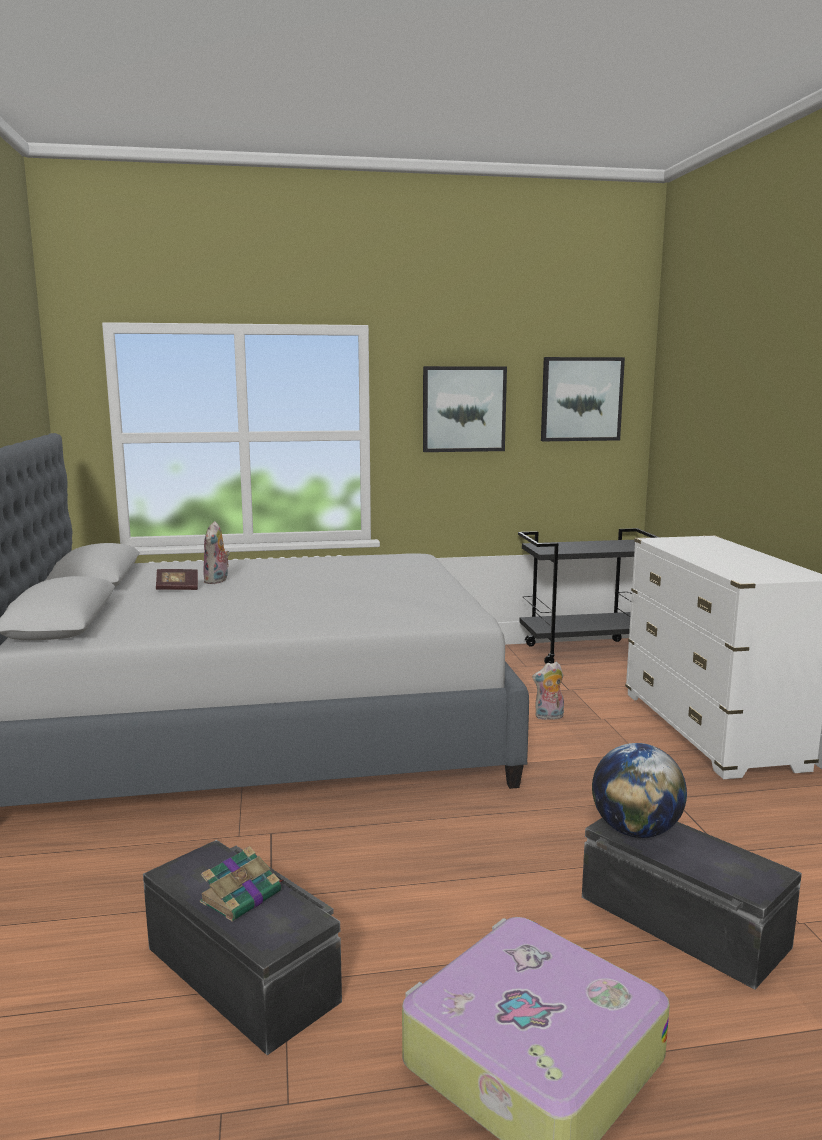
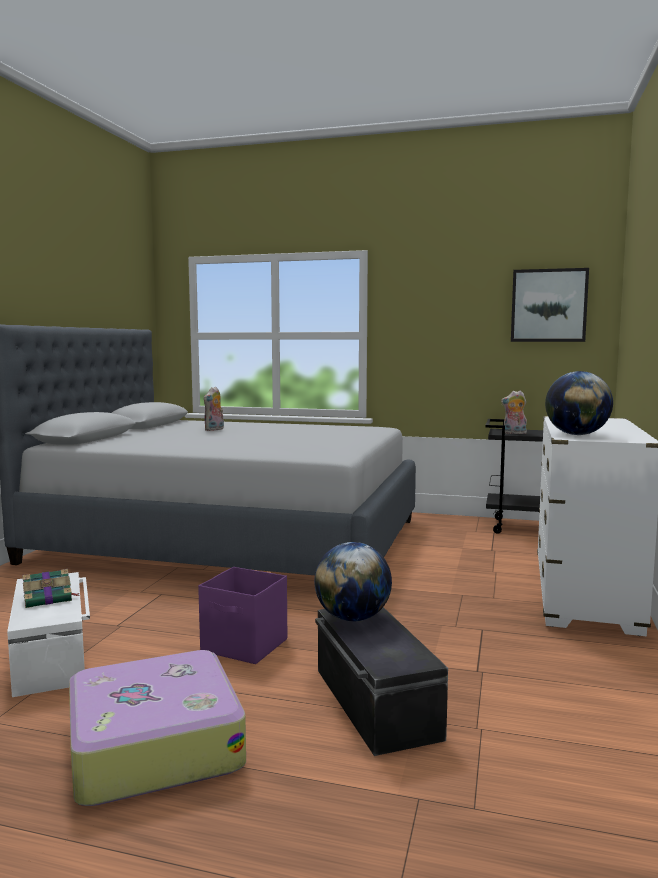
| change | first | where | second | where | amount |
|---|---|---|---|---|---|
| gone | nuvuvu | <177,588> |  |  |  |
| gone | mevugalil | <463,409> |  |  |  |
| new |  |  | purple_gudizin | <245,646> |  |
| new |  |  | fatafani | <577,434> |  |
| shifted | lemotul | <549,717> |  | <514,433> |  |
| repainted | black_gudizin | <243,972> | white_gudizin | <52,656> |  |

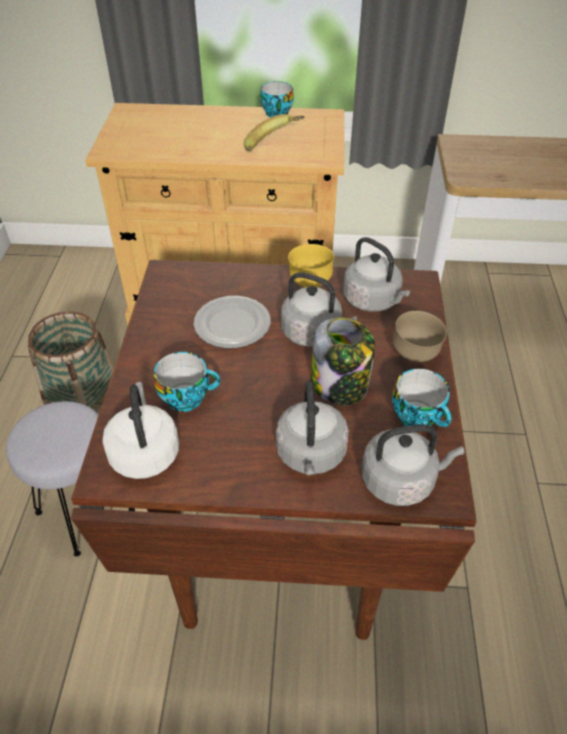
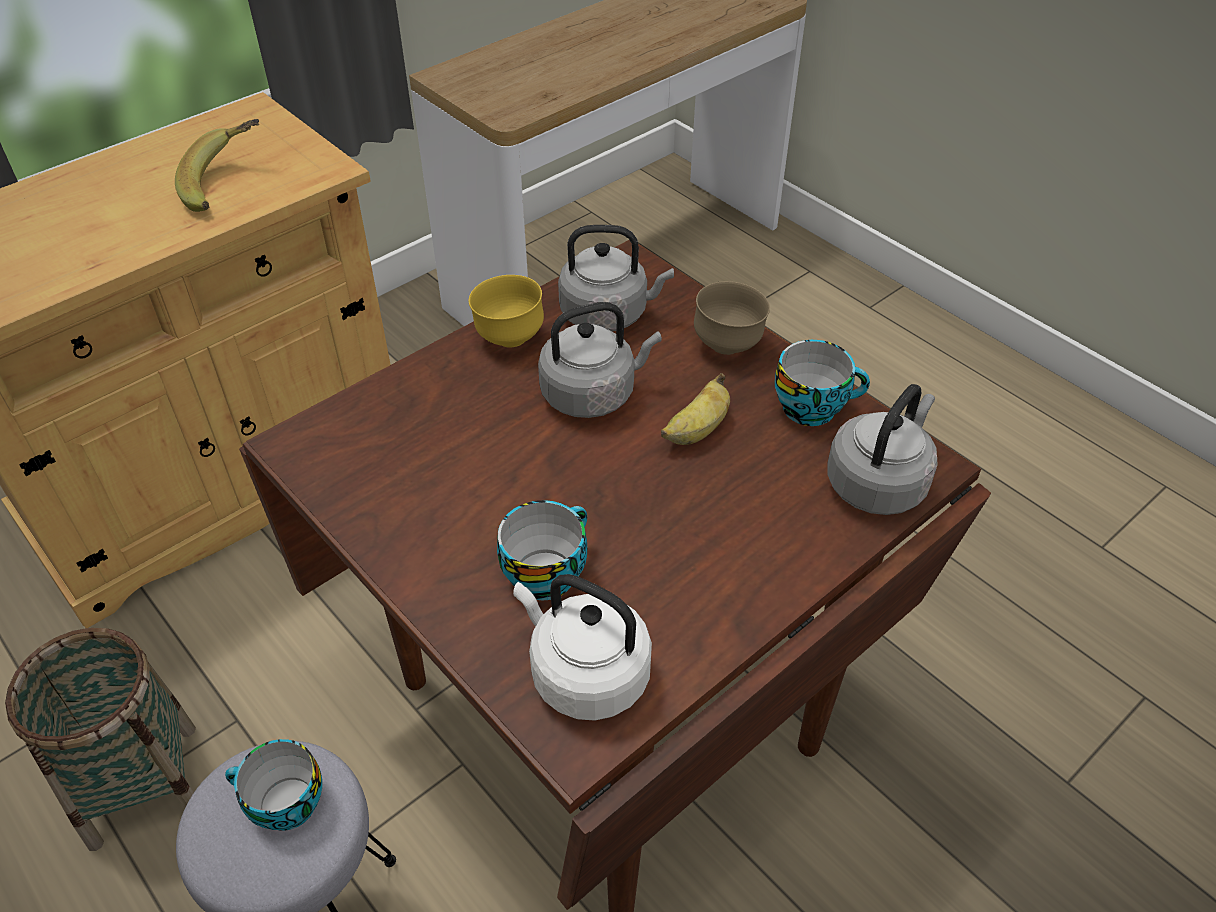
| change | first | where | second | where | amount |
|---|---|---|---|---|---|
| gone | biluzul | <231,325> |  |  |  |
| gone | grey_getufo | <311,455> |  |  |  |
| shifted | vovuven | <275,113> |  | <283,805> |  |
| swapped | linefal | <340,385> | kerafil | <696,431> |  |

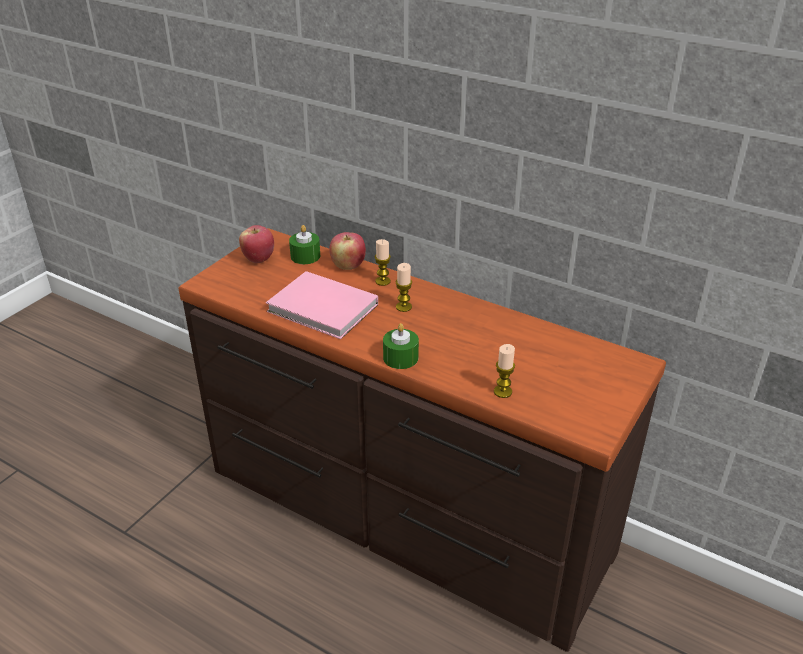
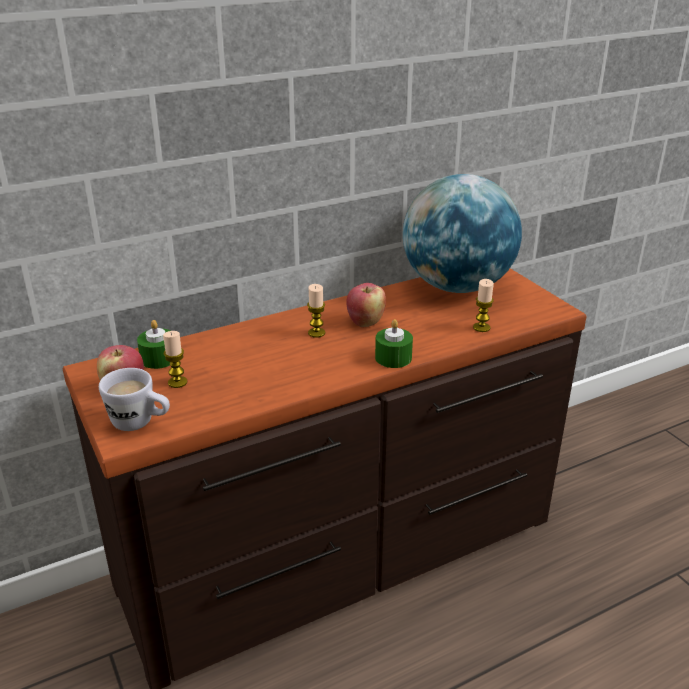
| change | first | where | second | where | amount |
|---|---|---|---|---|---|
| gone | pink_nuvuvu | <324,310> |  |  |  |
| new |  |  | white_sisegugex | <140,423> |  |
| new |  |  | fatafani | <457,286> |  |
| shifted | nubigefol | <348,266> |  | <365,322> |  |
| shifted | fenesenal | <382,281> |  | <177,382> |  |

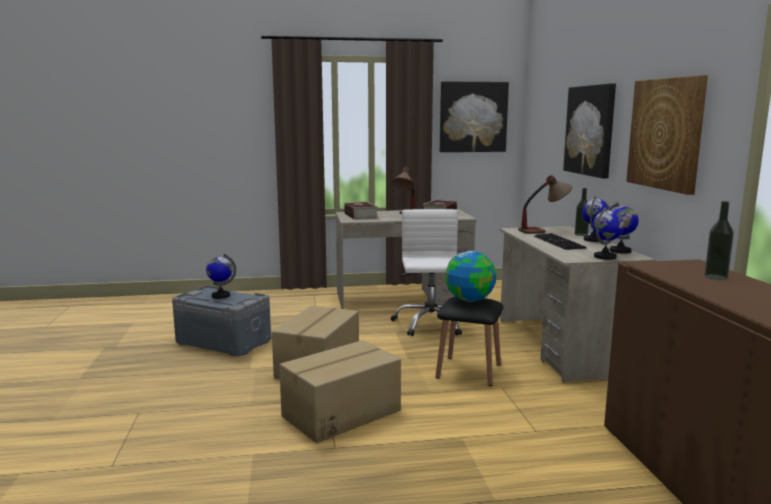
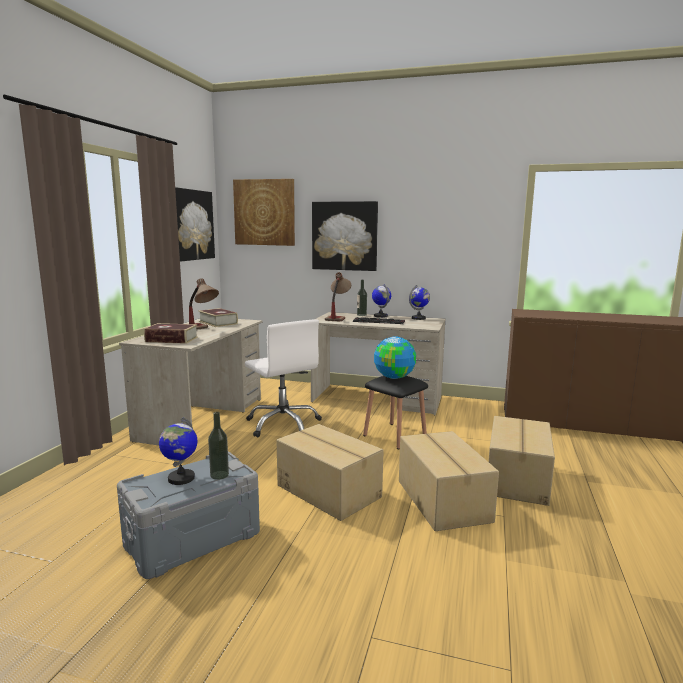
| change | first | where | second | where | amount |
|---|---|---|---|---|---|
| gone | fatafani | <605,257> |  |  |  |
| new |  |  | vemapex | <518,479> |  |
| shifted | mevugalil | <666,134> |  | <264,212> |  |
| shifted | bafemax | <715,277> |  | <219,475> |  |
| rotated | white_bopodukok | <430,324> |  | <283,424> | 150 degrees counterclockwise |

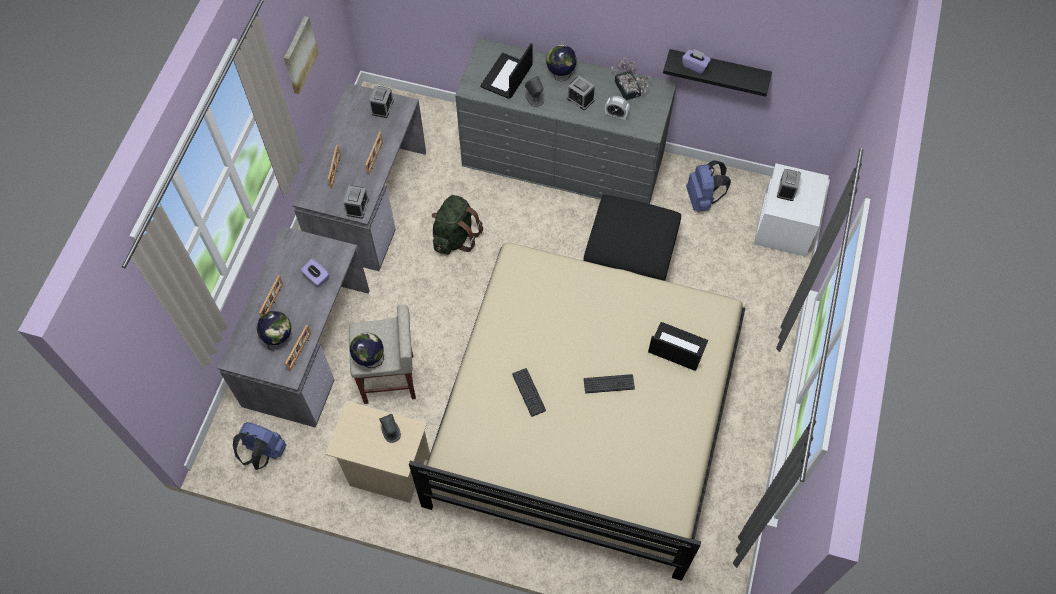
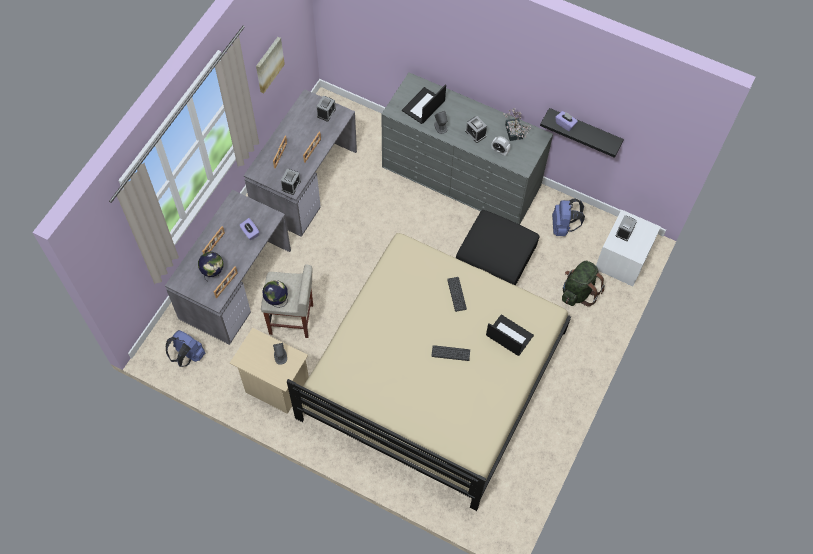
| change | first | where | second | where | amount |
|---|---|---|---|---|---|
| gone | fatafani | <560,75> |  |  |  |
| shifted | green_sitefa | <455,236> |  | <578,292> |  |
| shifted | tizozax | <528,392> |  | <456,294> |  |

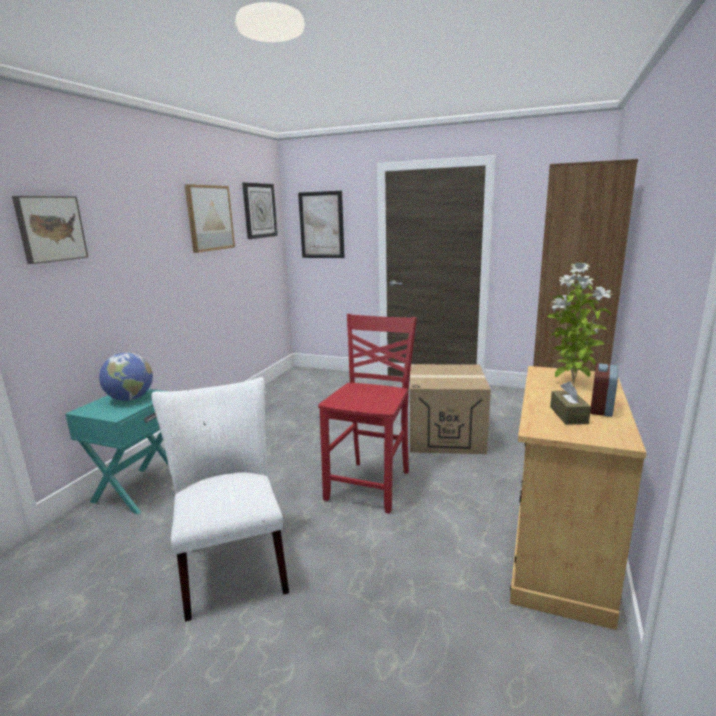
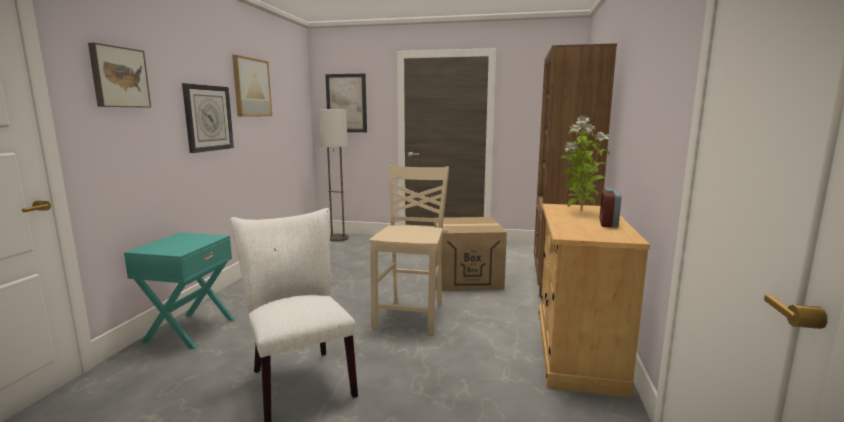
| change | first | where | second | where | amount |
|---|---|---|---|---|---|
| gone | fatafani | <130,399> |  |  |  |
| gone | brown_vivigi | <568,415> |  |  |  |
| new |  |  | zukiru | <338,238> |  |
| shifted | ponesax | <259,210> |  | <208,118> |  |
| repainted | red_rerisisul | <371,485> | beige_rerisisul | <411,315> |  |

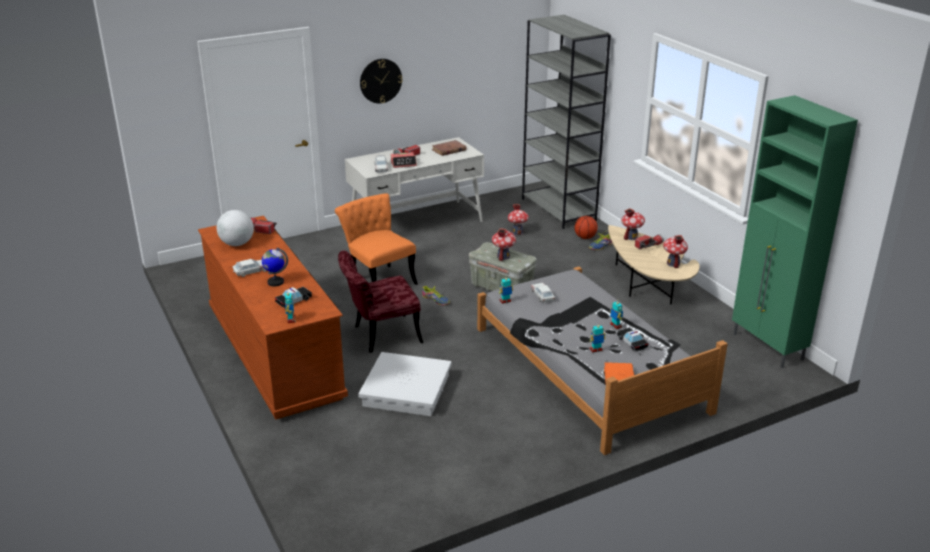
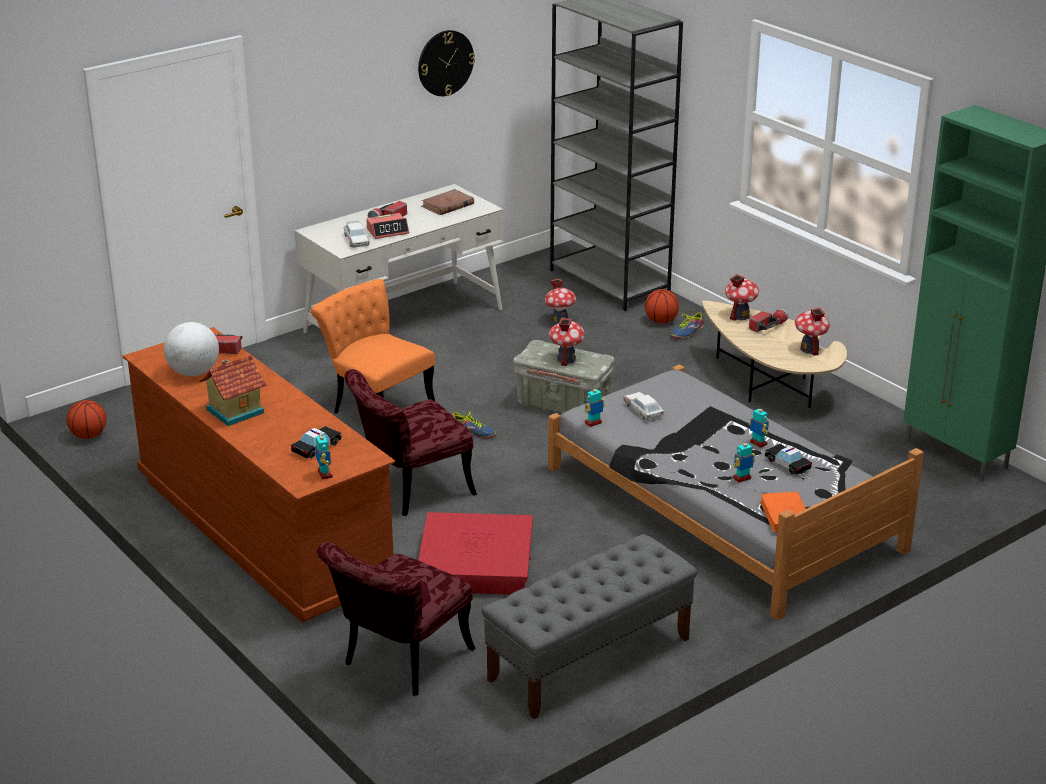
| change | first | where | second | where | amount |
|---|---|---|---|---|---|
| gone | fatafani | <275,282> |  |  |  |
| new |  |  | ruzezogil | <89,436> |  |
| new |  |  | red_rerisisul | <400,663> |  |
| new |  |  | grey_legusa | <589,659> |  |
| shifted | ponesax | <380,80> |  | <445,63> |  |
| swapped | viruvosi | <251,271> | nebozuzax | <234,411> |  |
| repainted | white_gudizin | <406,390> | red_gudizin | <476,564> |  |

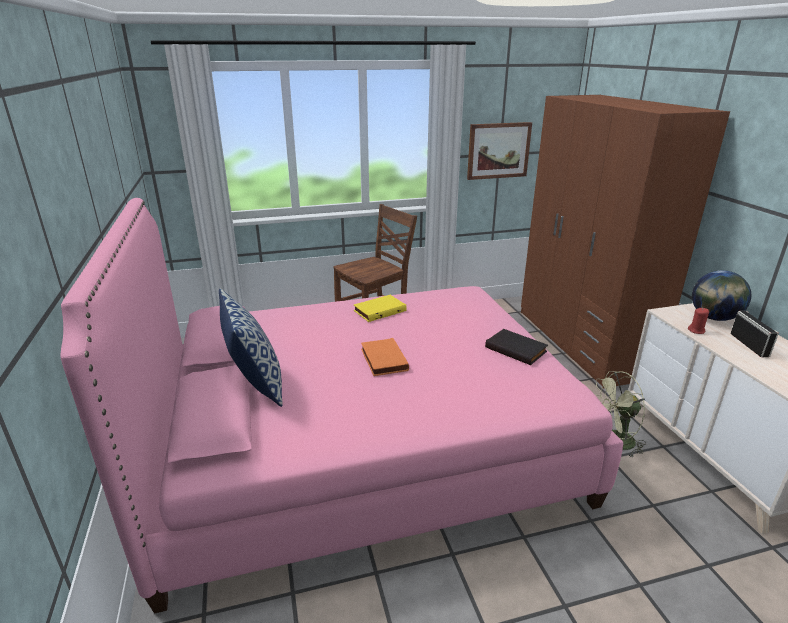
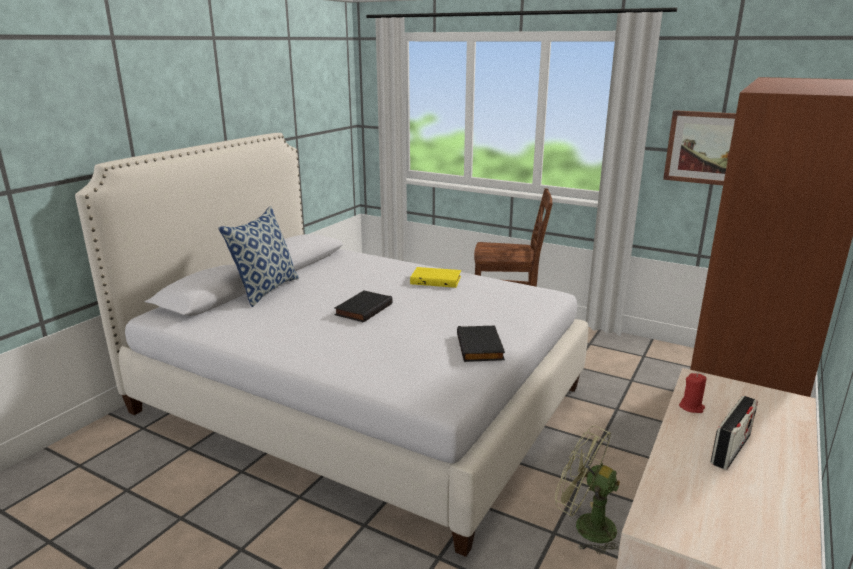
| change | first | where | second | where | amount |
|---|---|---|---|---|---|
| gone | fatafani | <713,318> |  |  |  |
| repainted | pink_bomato | <363,449> | white_bomato | <358,399> |  |
| repainted | orange_nuvuvu | <382,360> | black_nuvuvu | <363,309> |  |

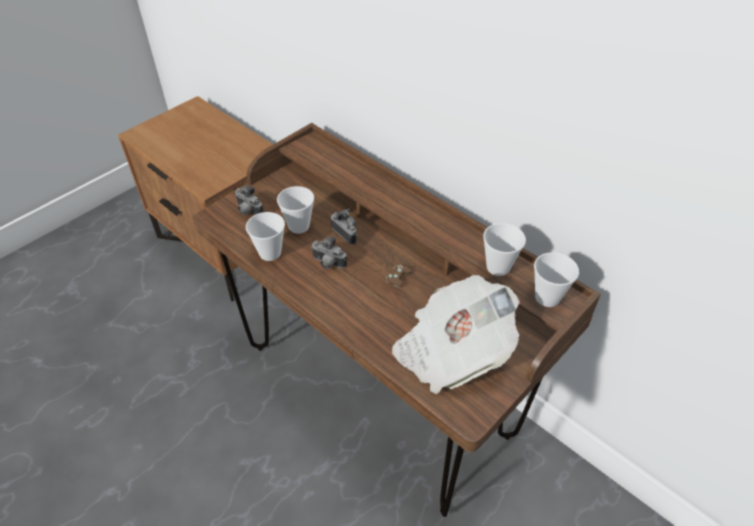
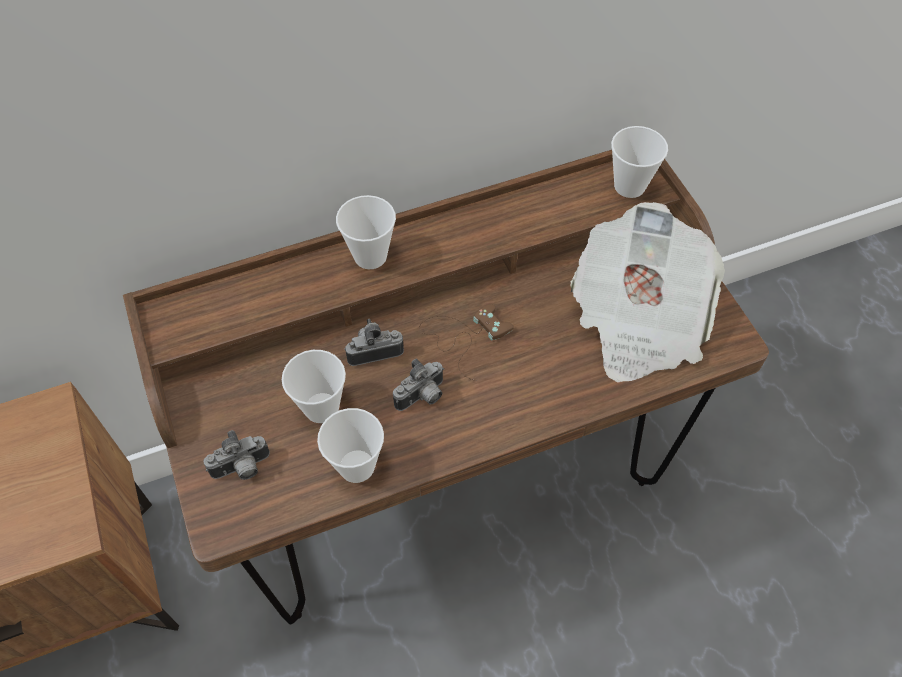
| change | first | where | second | where | amount |
|---|---|---|---|---|---|
| shifted | vovuven | <498,267> |  | <370,256> |  |

